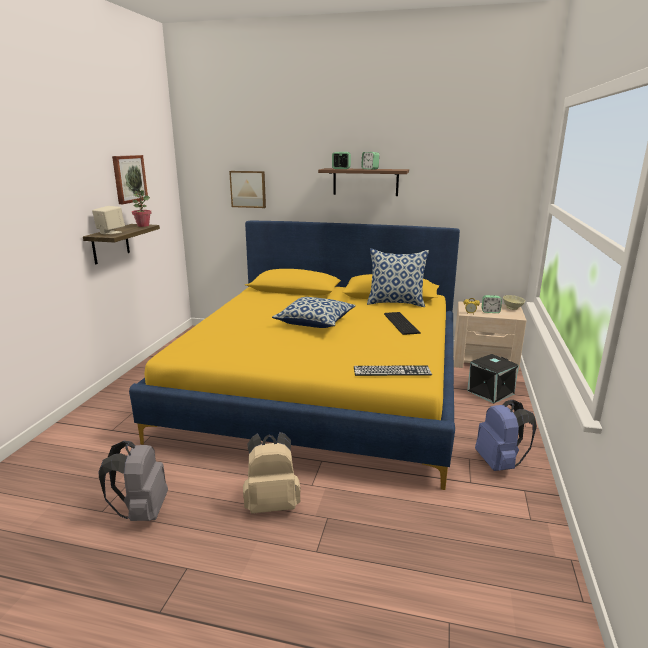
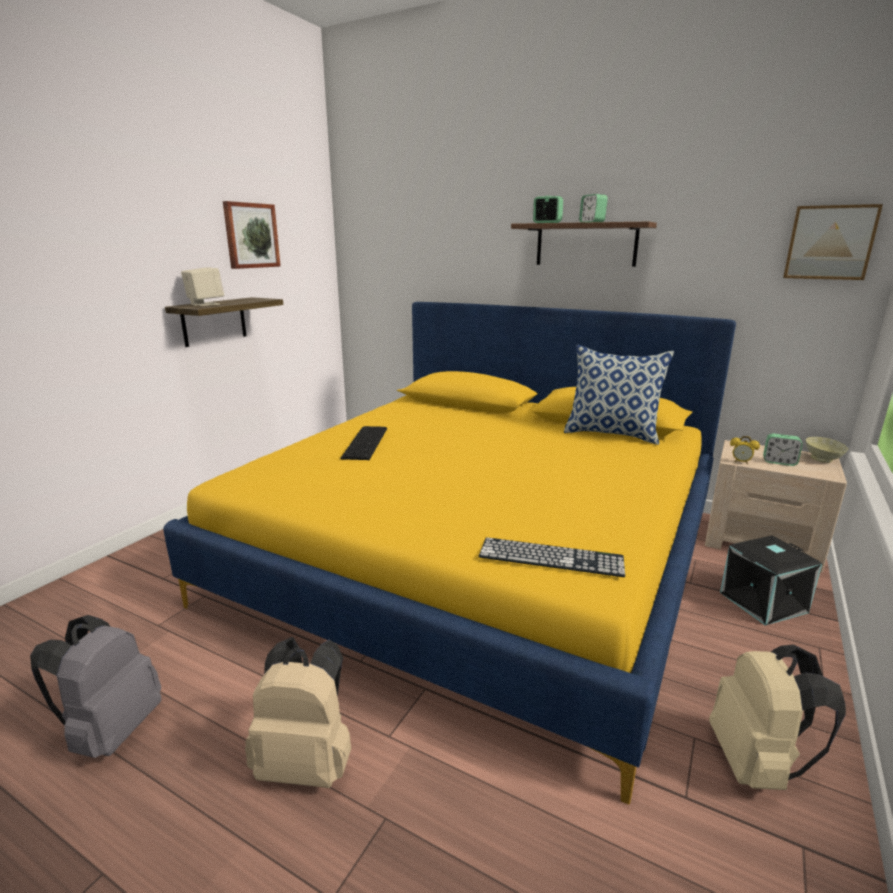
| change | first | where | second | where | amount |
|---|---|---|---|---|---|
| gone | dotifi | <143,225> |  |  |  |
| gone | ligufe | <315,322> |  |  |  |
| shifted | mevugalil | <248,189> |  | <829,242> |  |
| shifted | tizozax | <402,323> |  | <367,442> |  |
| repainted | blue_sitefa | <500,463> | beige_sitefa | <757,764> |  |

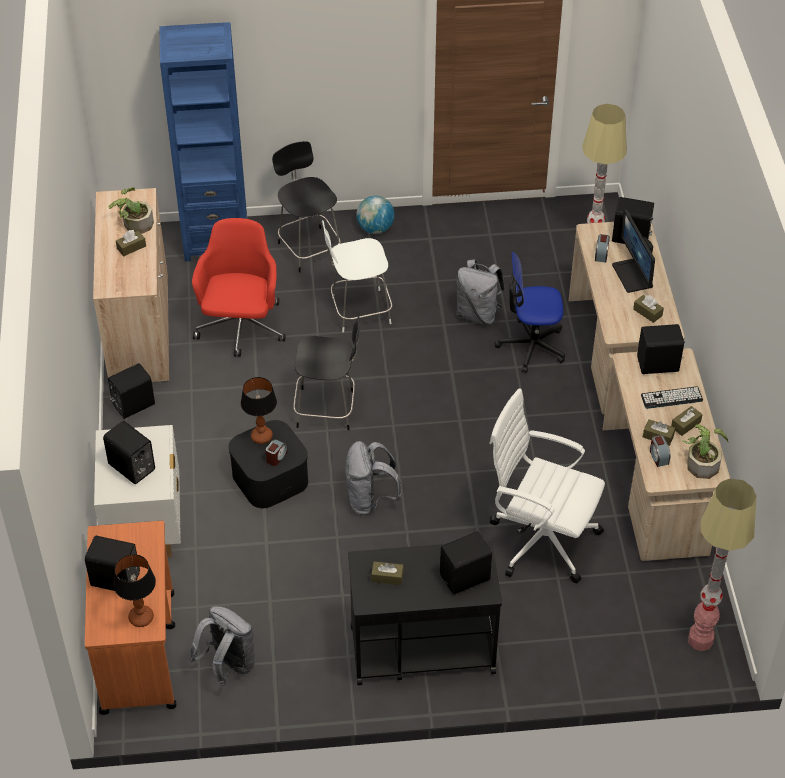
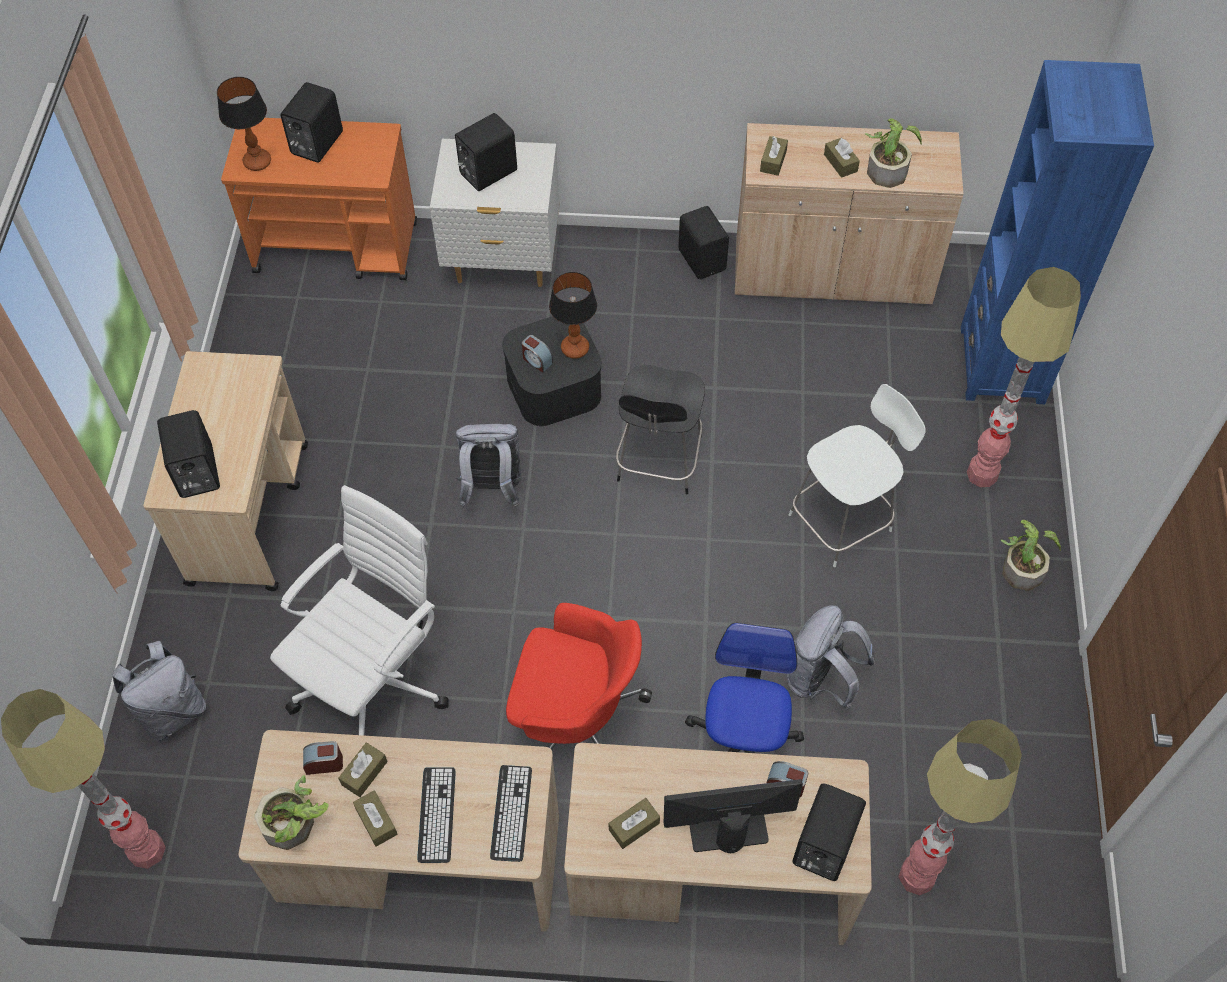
| change | first | where | second | where | amount |
|---|---|---|---|---|---|
| shifted | grey_sitefa | <228,665> |  | <172,711> |  |
| shifted | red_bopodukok | <241,328> |  | <576,722> |  |
| shifted | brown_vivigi | <387,577> |  | <773,161> |  |
| swapped | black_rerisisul | <309,248> | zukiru | <982,474> |  |
| swapped | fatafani | <375,229> | dotifi | <1022,566> |  |
| swapped | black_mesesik | <658,365> | tizozax | <511,813> |  |
| repainted | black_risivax | <421,649> | beige_risivax | <249,512> |  |
| rotated | white_rerisisul | <358,311> |  | <843,520> | 60 degrees clockwise |

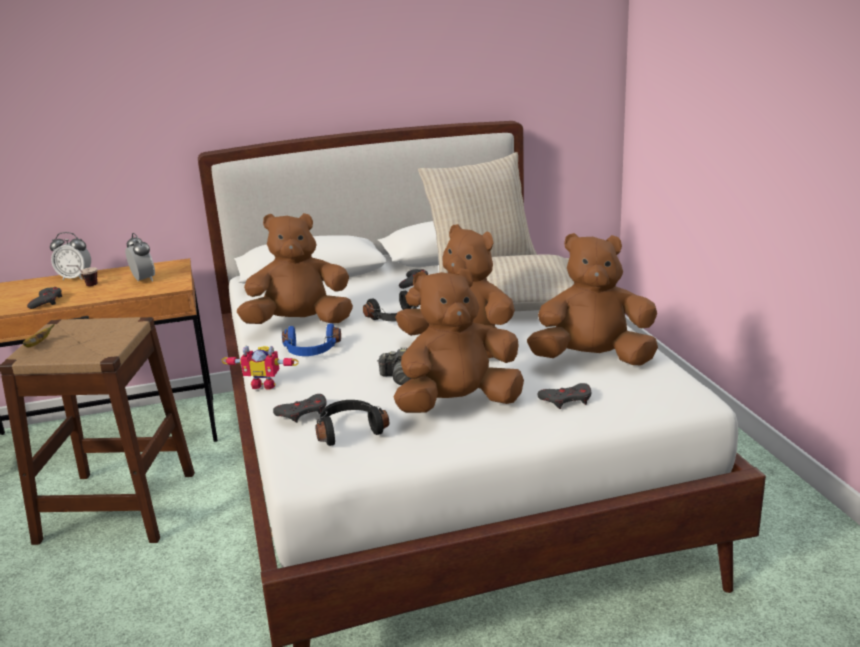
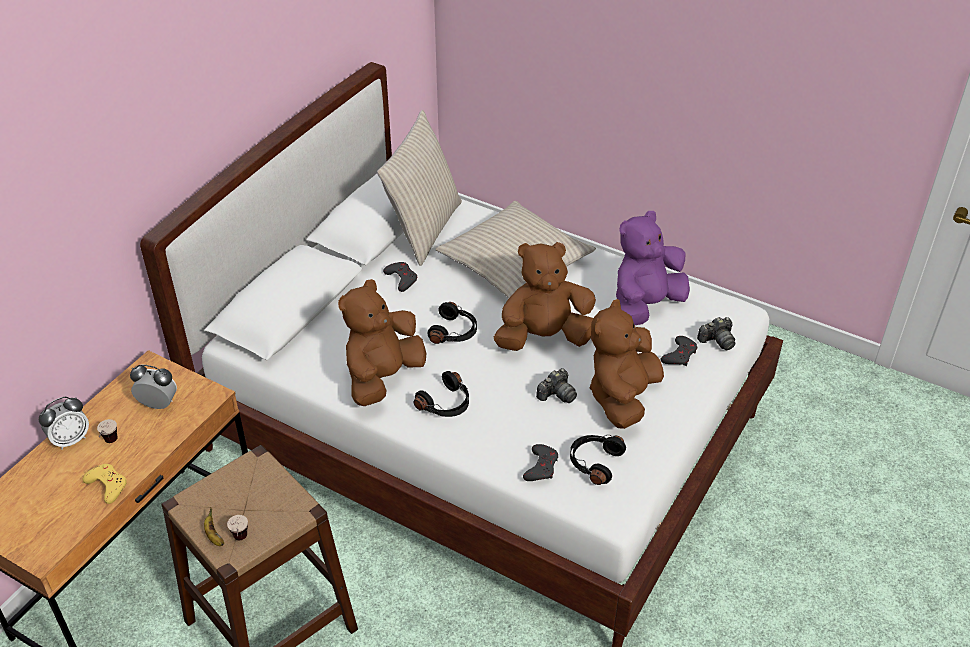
| change | first | where | second | where | amount |
|---|---|---|---|---|---|
| gone | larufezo | <264,384> |  |  |  |
| new |  |  | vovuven | <241,542> |  |
| new |  |  | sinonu | <717,340> |  |
| repainted | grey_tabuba | <46,301> | yellow_tabuba | <107,485> |  |
| repainted | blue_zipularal | <311,352> | black_zipularal | <446,404> |  |
| repainted | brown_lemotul | <593,359> | purple_lemotul | <645,306> |  |

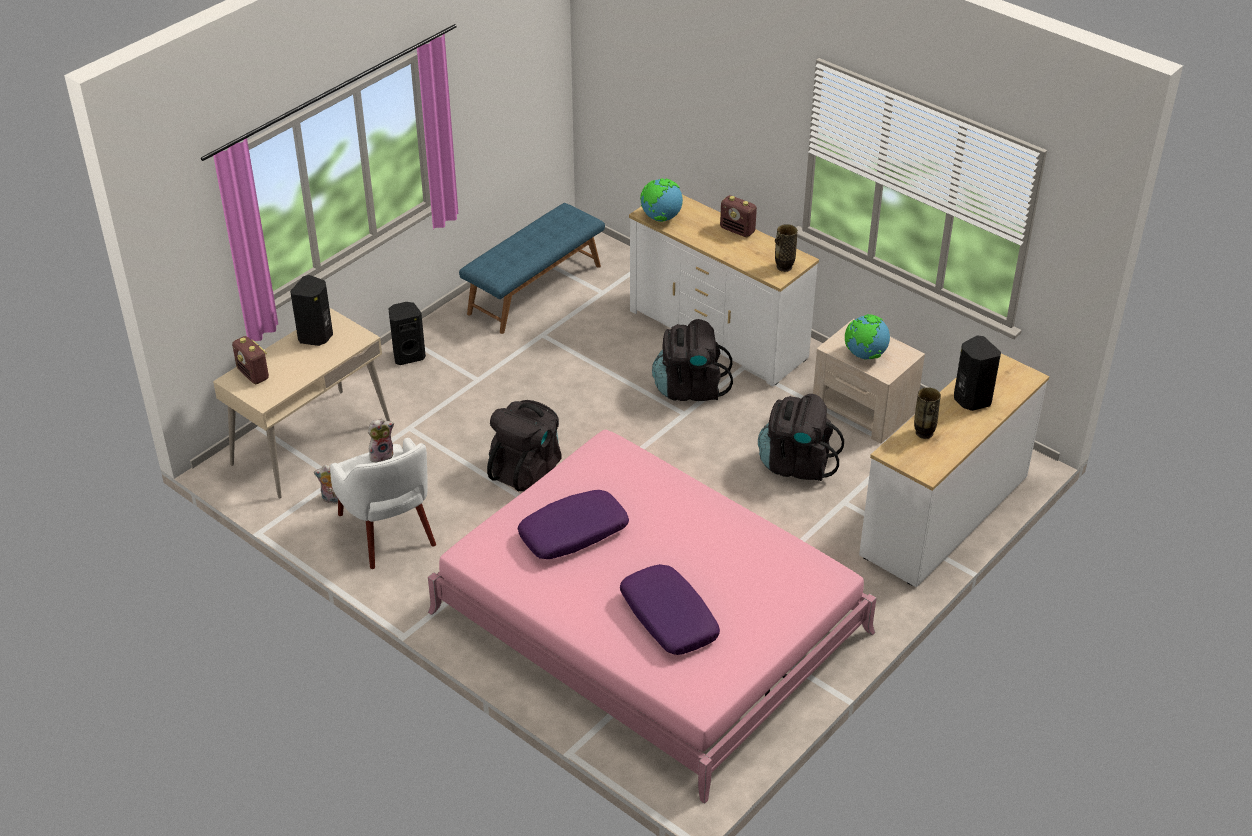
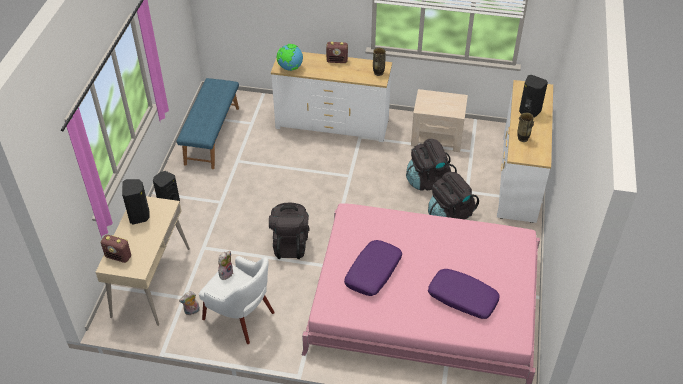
| change | first | where | second | where | amount |
|---|---|---|---|---|---|
| gone | fatafani | <865,355> |  |  |  |
| shifted | black_sitefa | <690,388> |  | <449,214> |  |

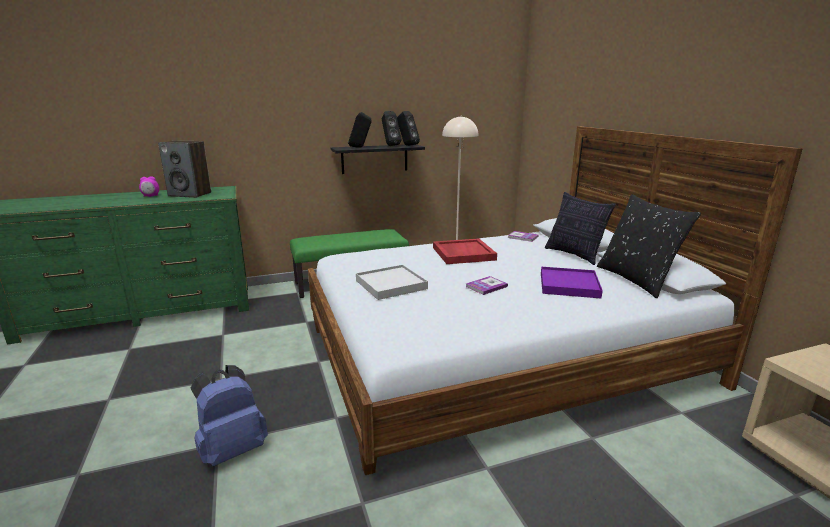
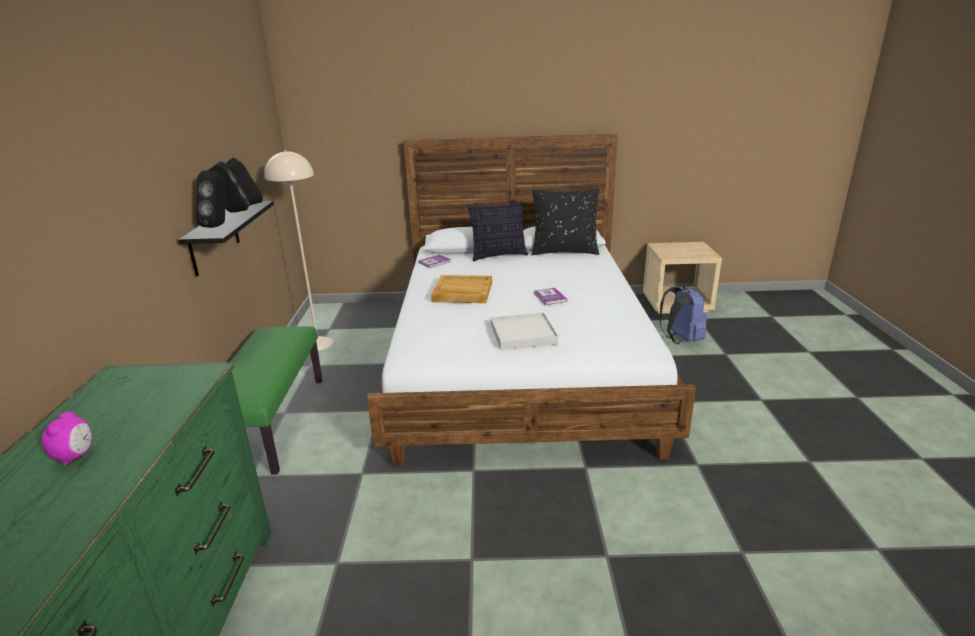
| change | first | where | second | where | amount |
|---|---|---|---|---|---|
| gone | mesesik | <190,194> |  |  |  |
| gone | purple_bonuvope | <568,285> |  |  |  |
| shifted | blue_sitefa | <232,449> |  | <680,340> |  |
| repainted | red_bonuvope | <463,253> | beige_bonuvope | <462,292> |  |

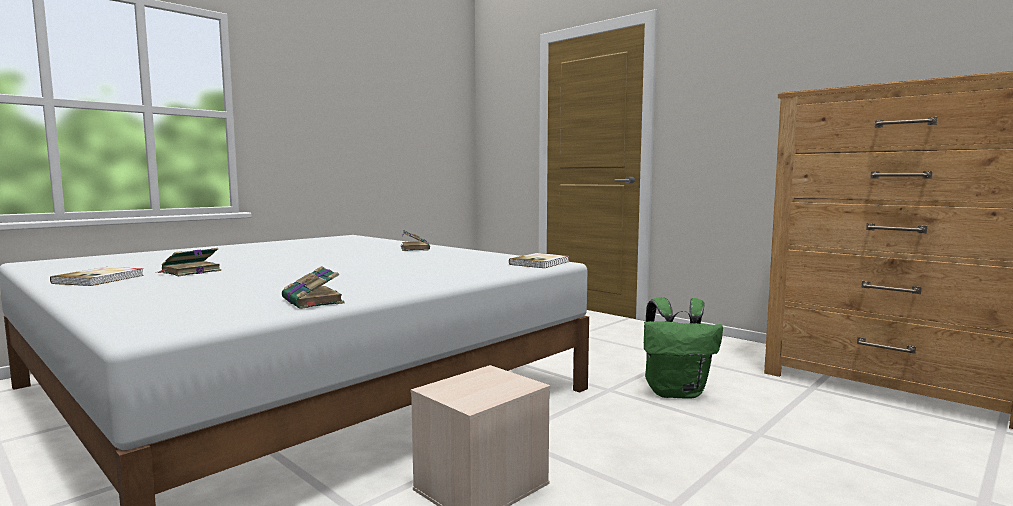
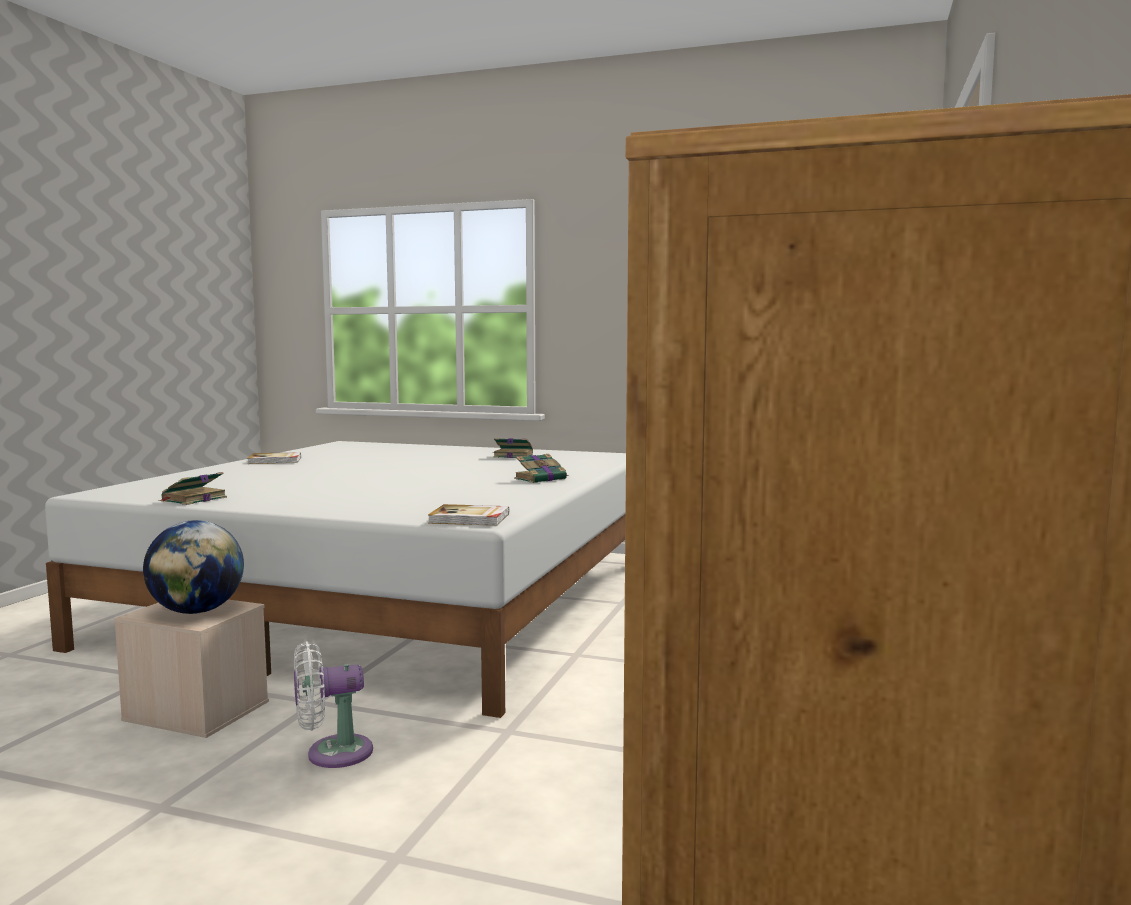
| change | first | where | second | where | amount |
|---|---|---|---|---|---|
| gone | green_sitefa | <676,392> |  |  |  |
| new |  |  | fatafani | <197,611> |  |
| new |  |  | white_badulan | <332,753> |  |
| shifted | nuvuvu | <190,272> |  | <512,456> |  |

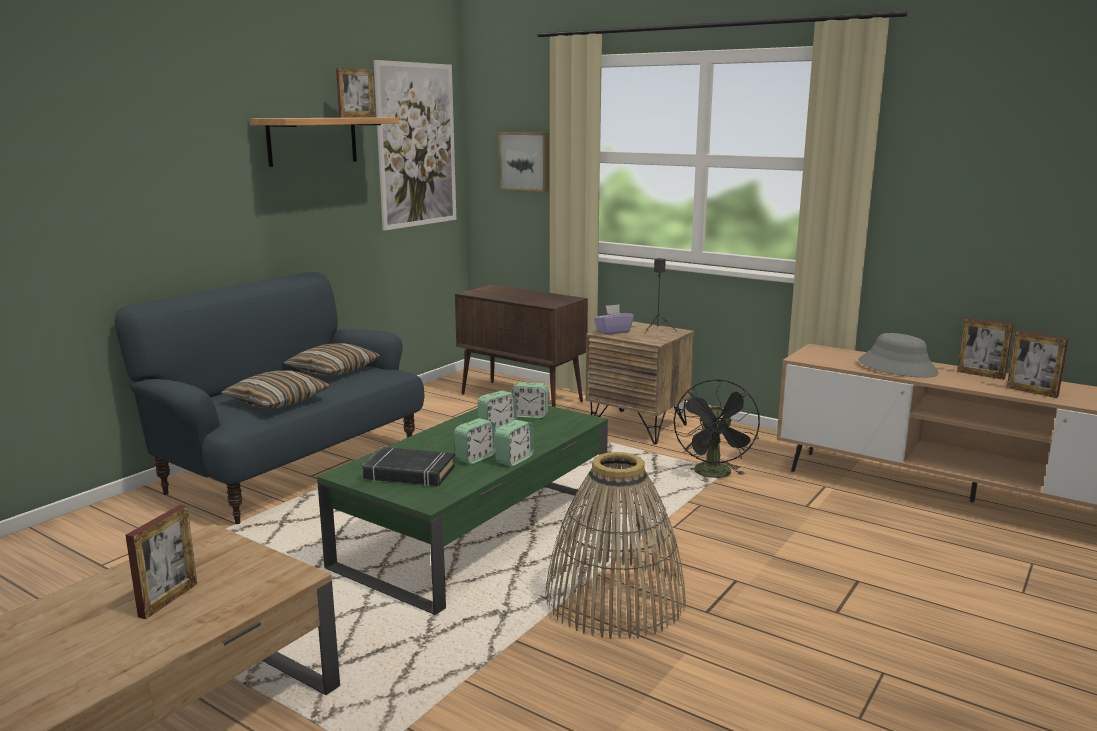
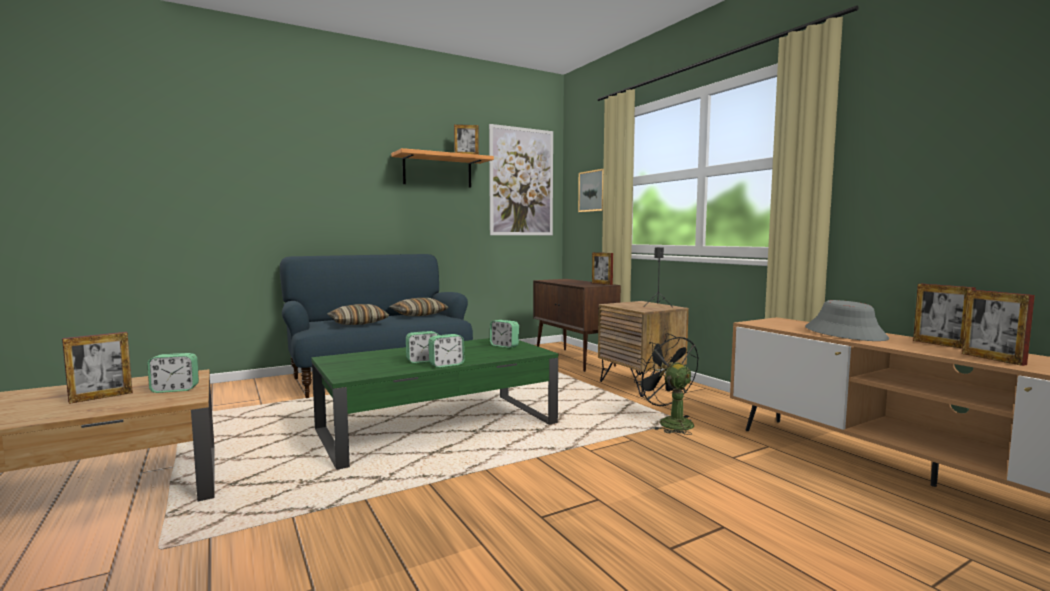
| change | first | where | second | where | amount |
|---|---|---|---|---|---|
| gone | black_nuvuvu | <409,473> |  |  |  |
| gone | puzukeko | <615,598> |  |  |  |
| gone | purple_vivigi | <613,331> |  |  |  |
| new |  |  | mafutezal | <602,283> |  |
| shifted | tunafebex | <497,426> |  | <175,389> |  |
| rotated | black_badulan | <715,475> |  | <669,423> | 120 degrees clockwise |

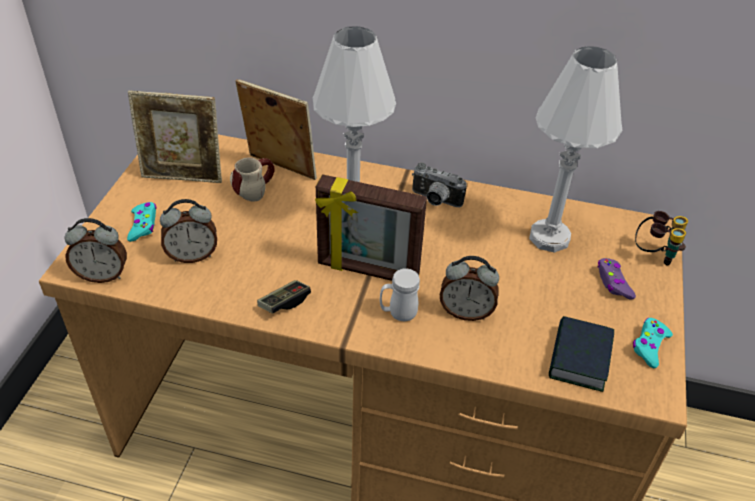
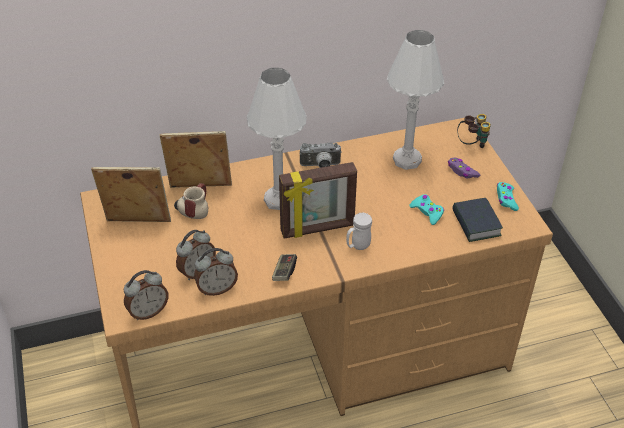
| change | first | where | second | where | amount |
|---|---|---|---|---|---|
| shifted | turquoise_tabuba | <143,225> |  | <427,212> |  |
| shifted | tunafebex | <466,312> |  | <217,288> |  |
| rotated | mafutezal | <183,177> |  | <137,223> | 150 degrees counterclockwise |

